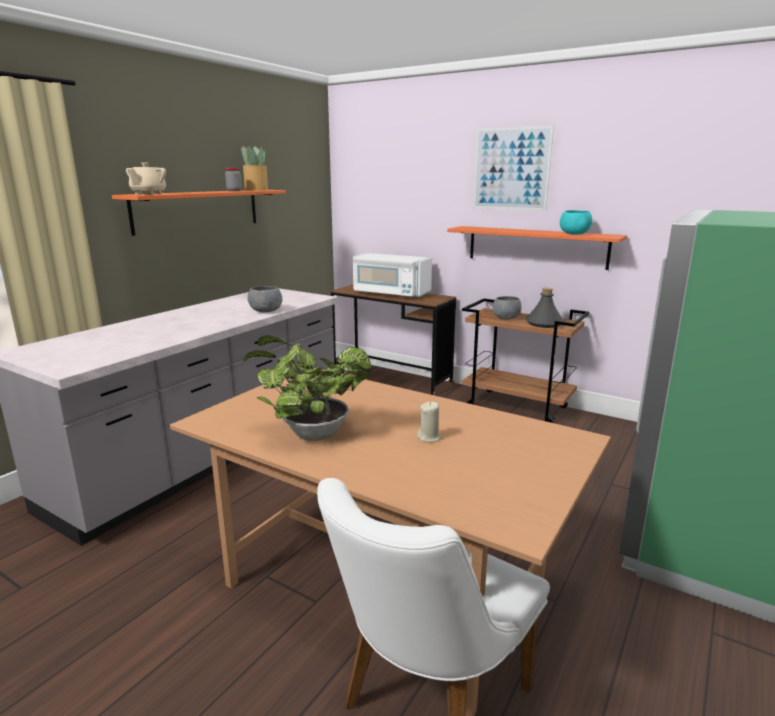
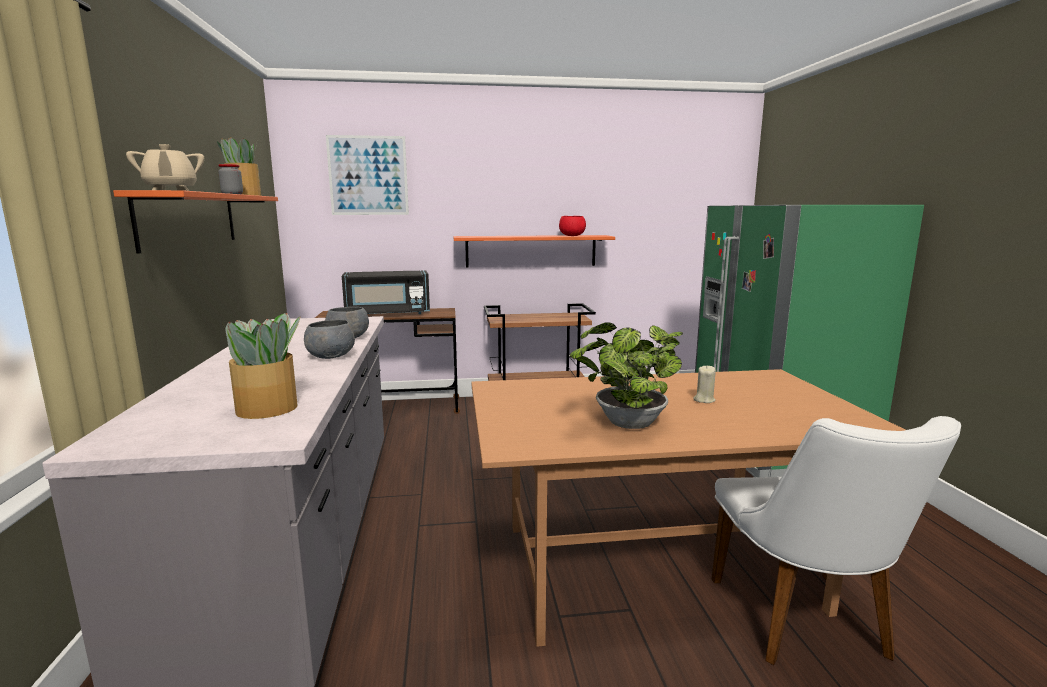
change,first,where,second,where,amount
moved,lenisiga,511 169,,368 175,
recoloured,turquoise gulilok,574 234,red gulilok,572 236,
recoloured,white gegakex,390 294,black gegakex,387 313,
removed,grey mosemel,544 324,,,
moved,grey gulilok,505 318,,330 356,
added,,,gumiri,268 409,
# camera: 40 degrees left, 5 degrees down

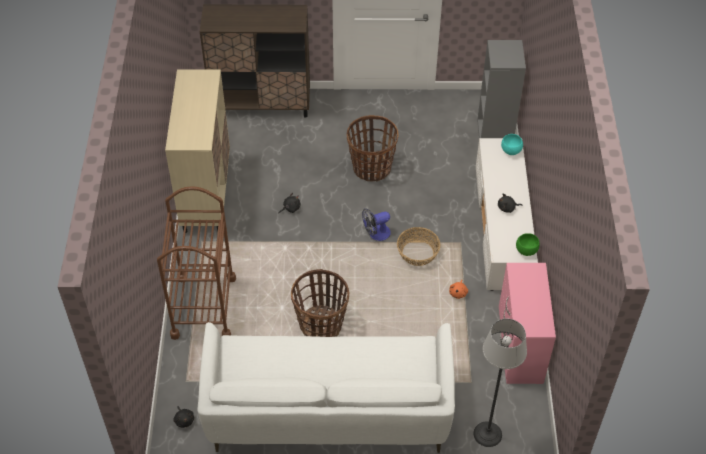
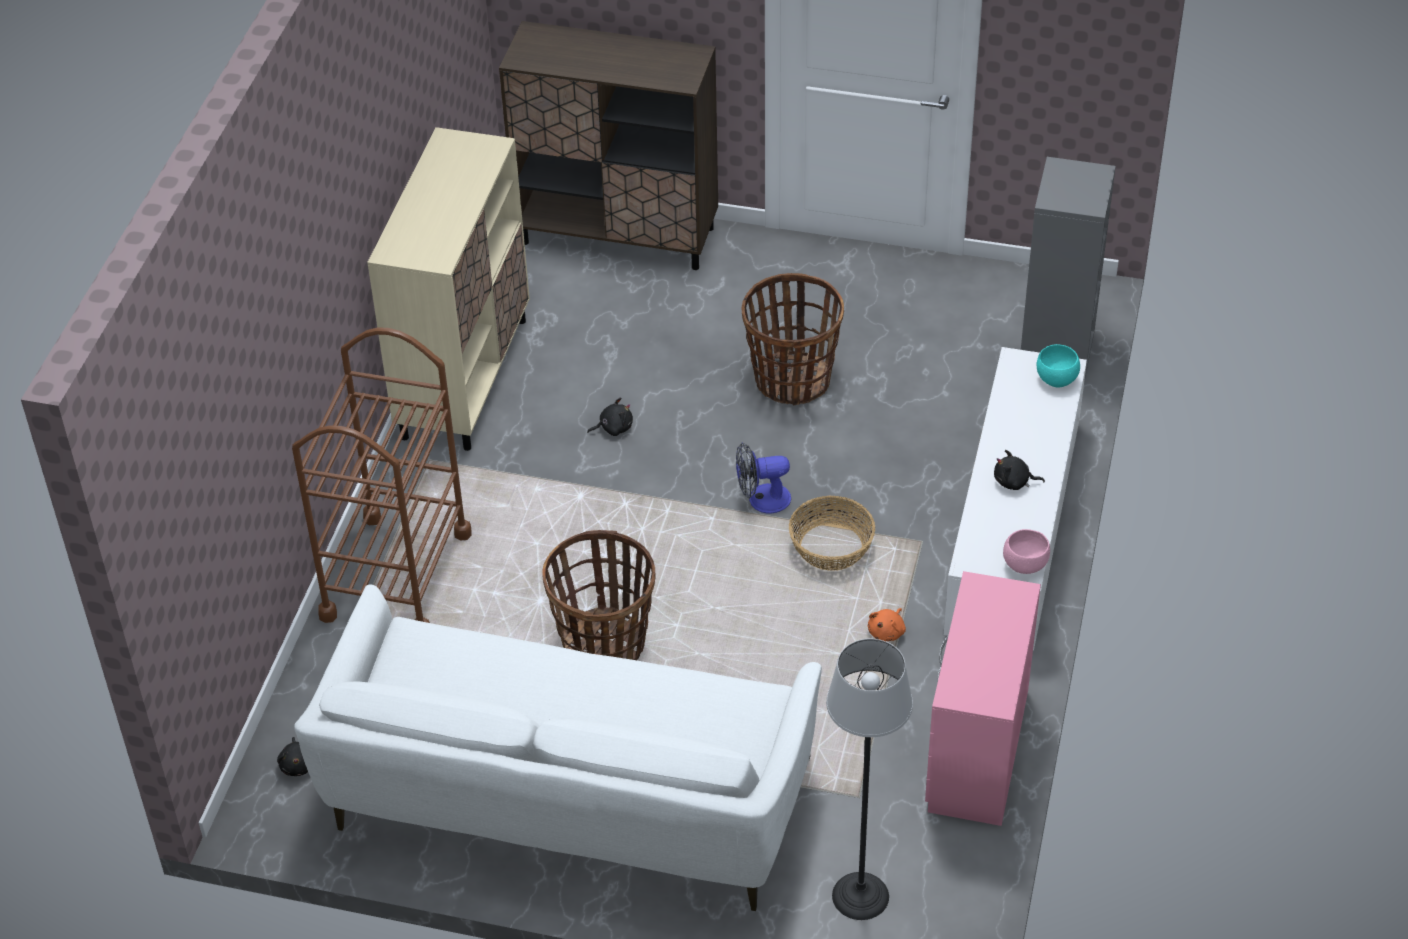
change,first,where,second,where,amount
recoloured,green gulilok,526 250,pink gulilok,1024 564,
# camera: 15 degrees right, 5 degrees down

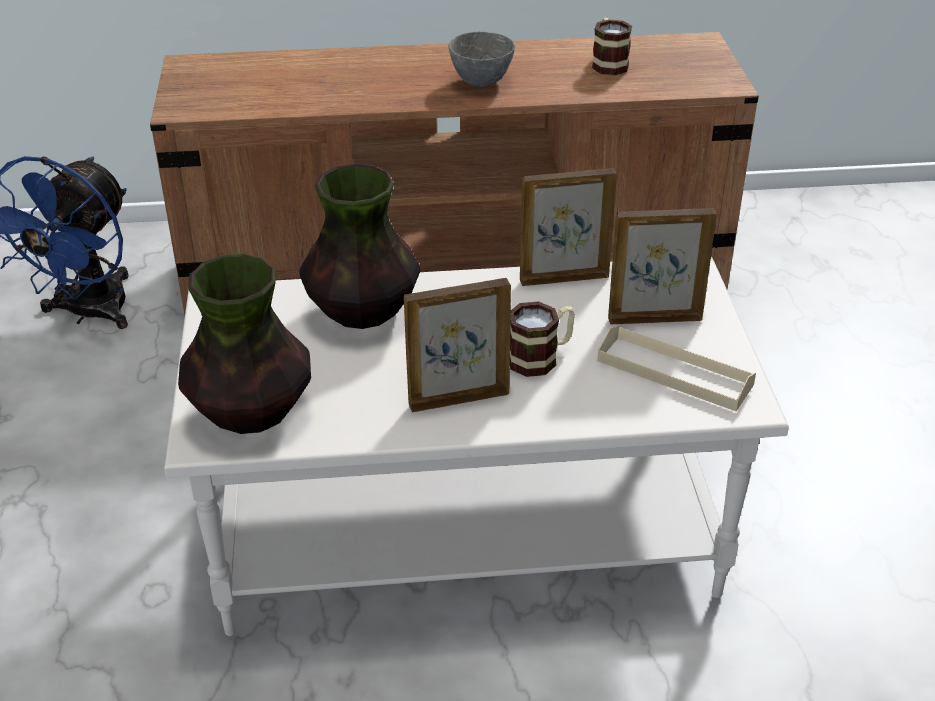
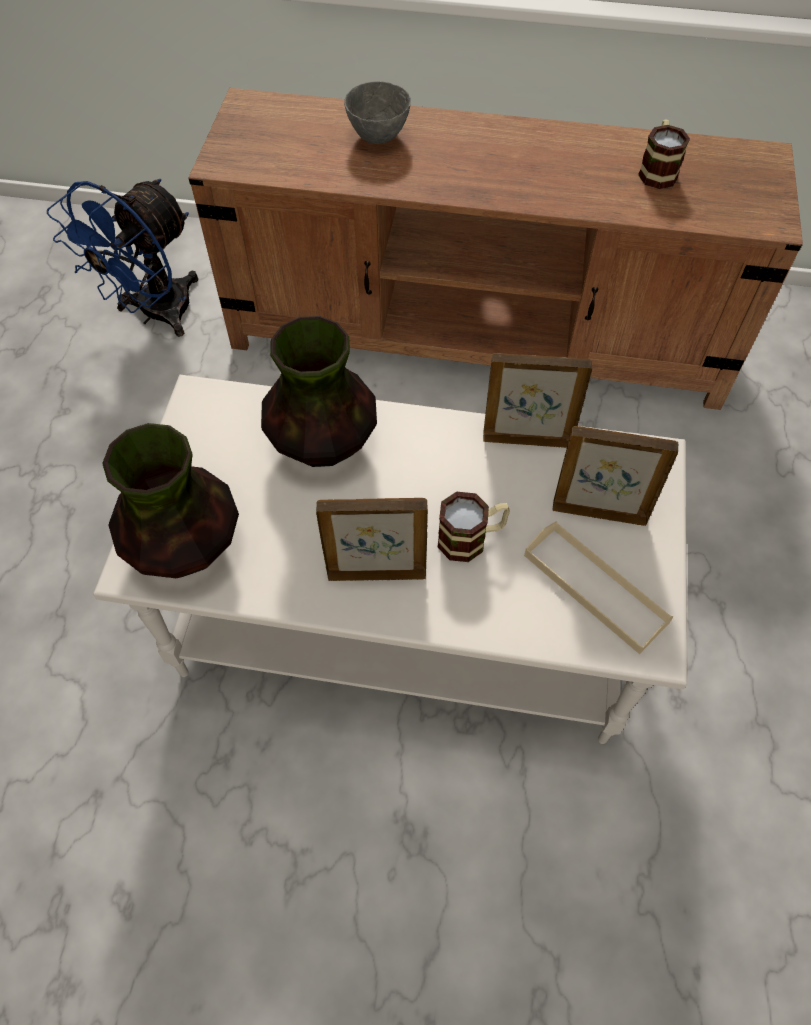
change,first,where,second,where,amount
moved,grey gulilok,479 82,,377 136,
# camera: 15 degrees right, 20 degrees up

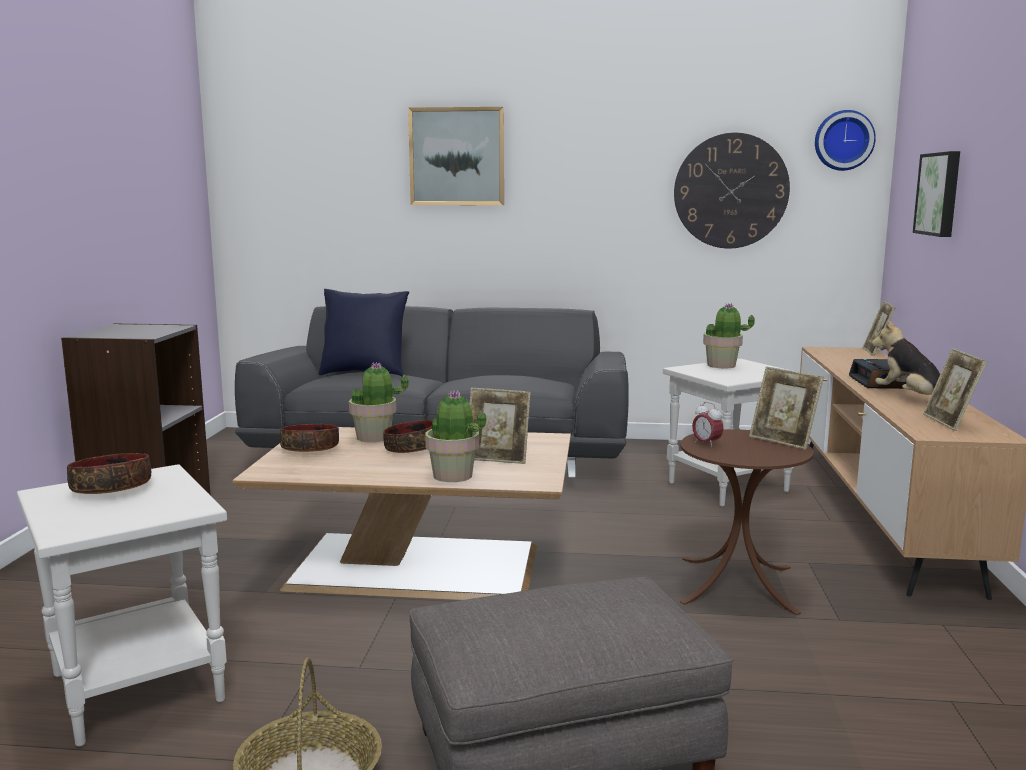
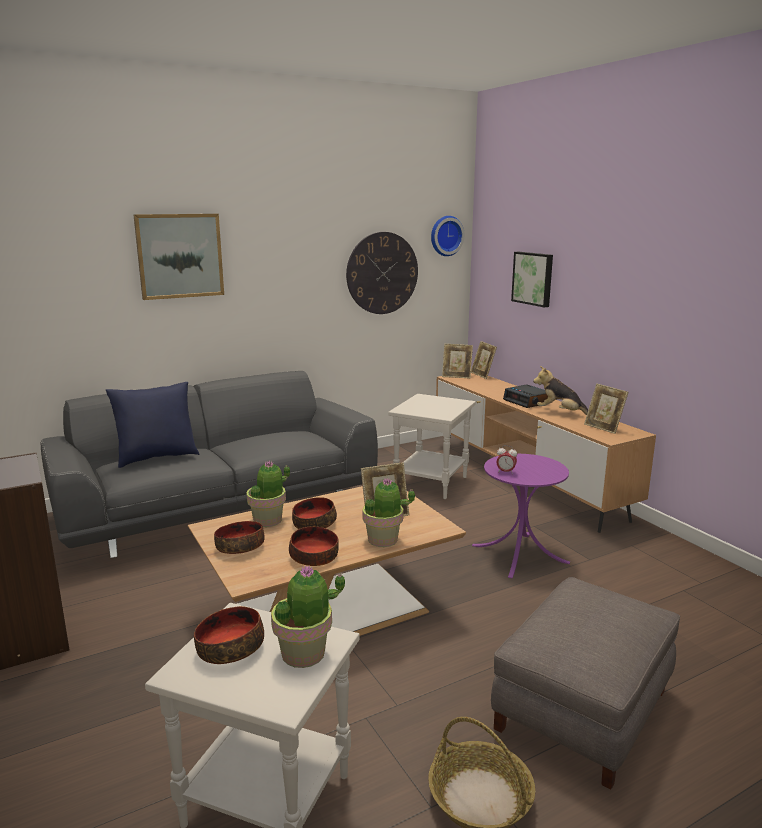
change,first,where,second,where,amount
moved,gumiri,722 365,,304 653,
moved,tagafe,783 441,,456 376,
recoloured,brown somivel,737 584,purple somivel,520 554,
added,,,gulilok,313 557,
# camera: 35 degrees left, 5 degrees up

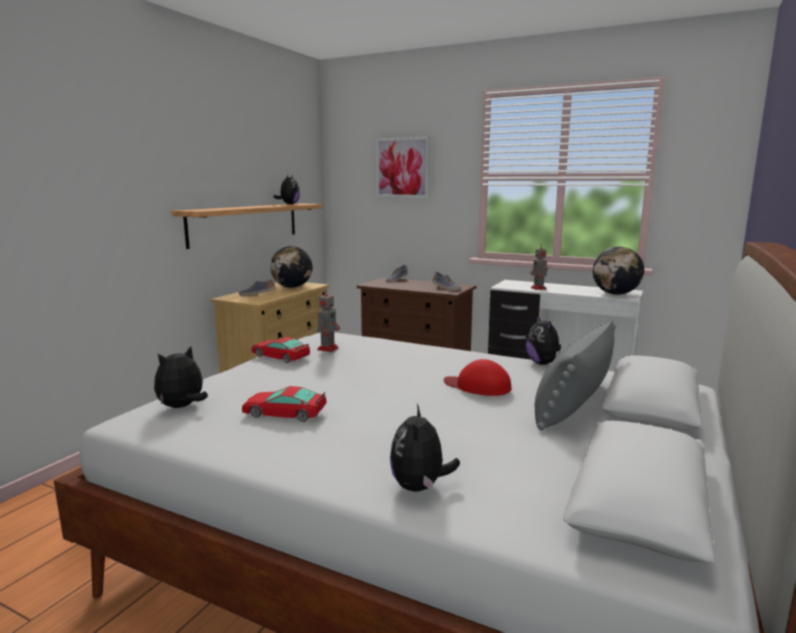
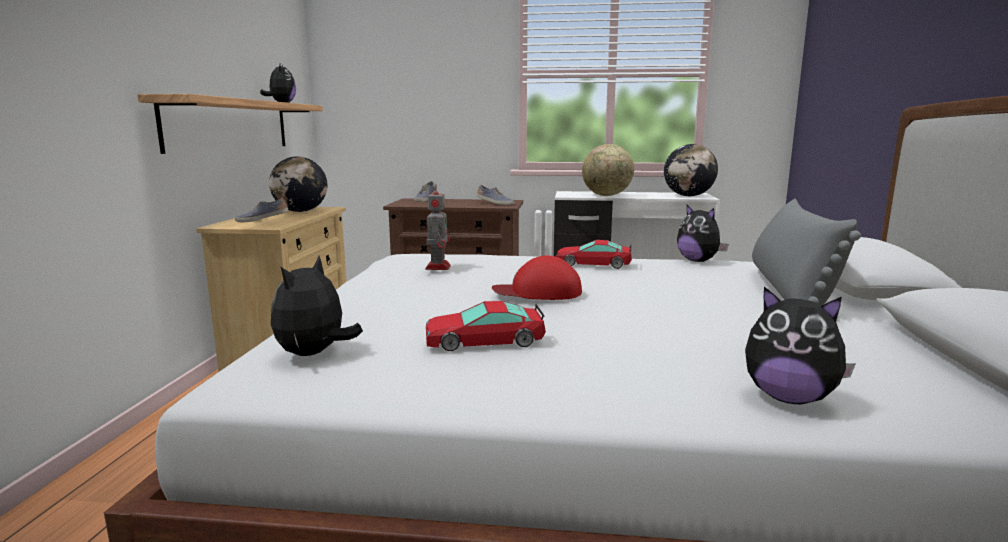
change,first,where,second,where,amount
removed,lenisiga,402 167,,,
replaced,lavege,539 288,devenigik,607 195,
moved,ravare,281 356,,593 264,
moved,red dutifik,478 386,,538 292,
turned,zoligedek,420 487,,789 398,45 degrees counterclockwise
# camera: 20 degrees left, 0 degrees up

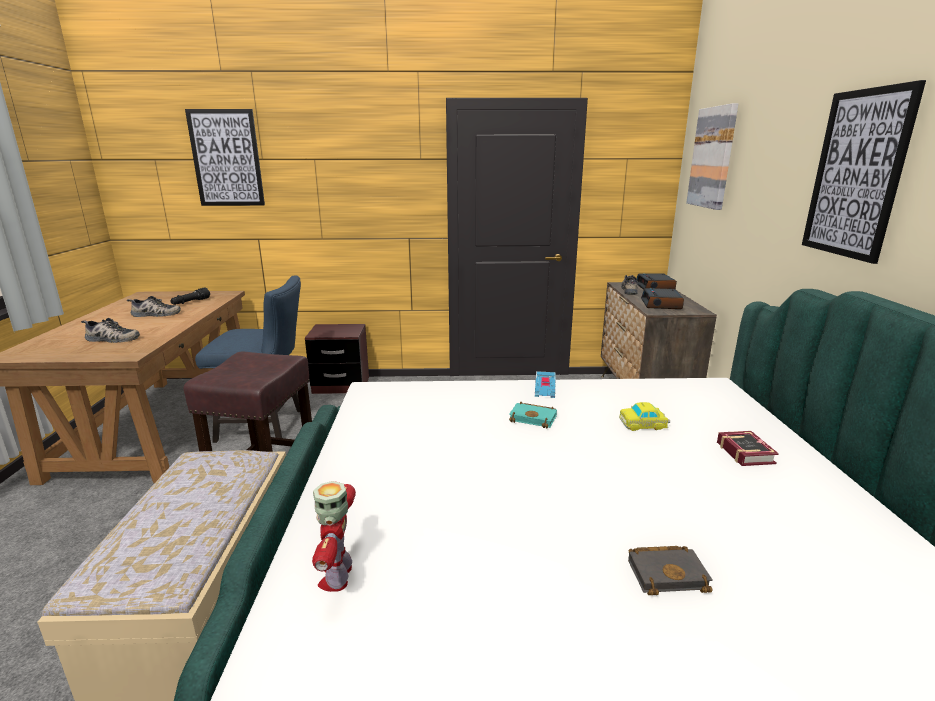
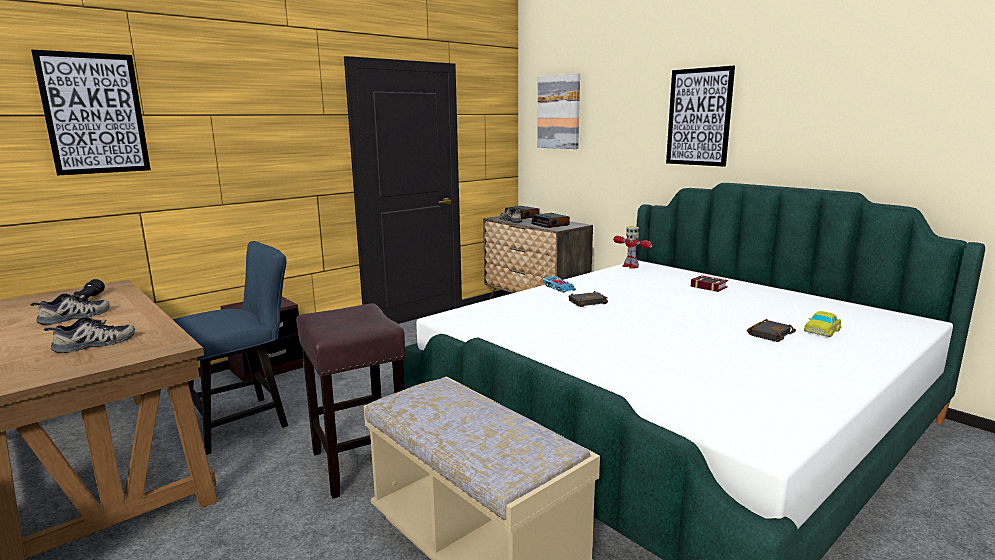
change,first,where,second,where,amount
recoloured,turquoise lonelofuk,534 418,black lonelofuk,588 302,
moved,ravare,643 424,,822 330,
moved,lavege,337 575,,630 266,
# camera: 40 degrees left, 5 degrees down

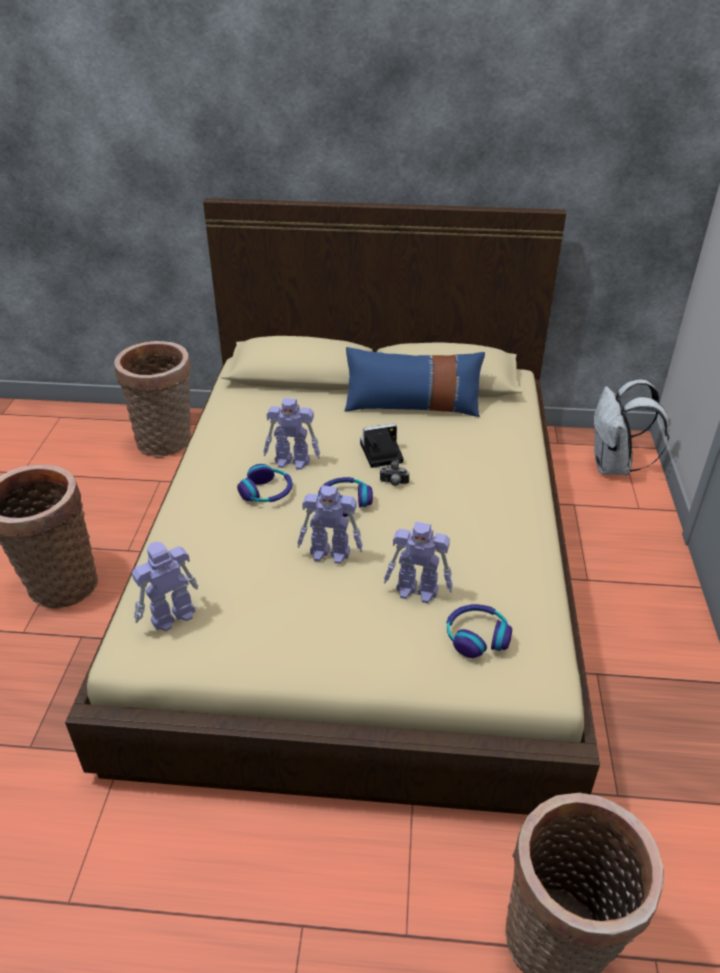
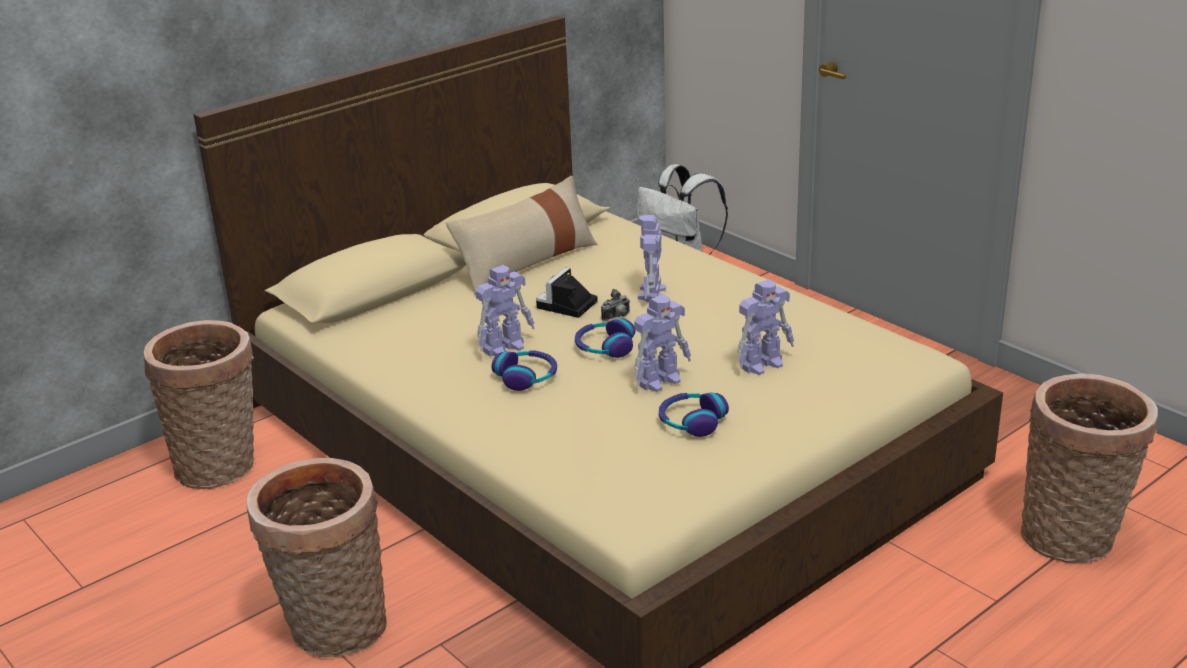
change,first,where,second,where,amount
recoloured,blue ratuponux,412 406,beige ratuponux,526 263,
moved,lavege,171 616,,651 294,
moved,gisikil,477 636,,691 422,
# camera: 45 degrees left, 10 degrees down

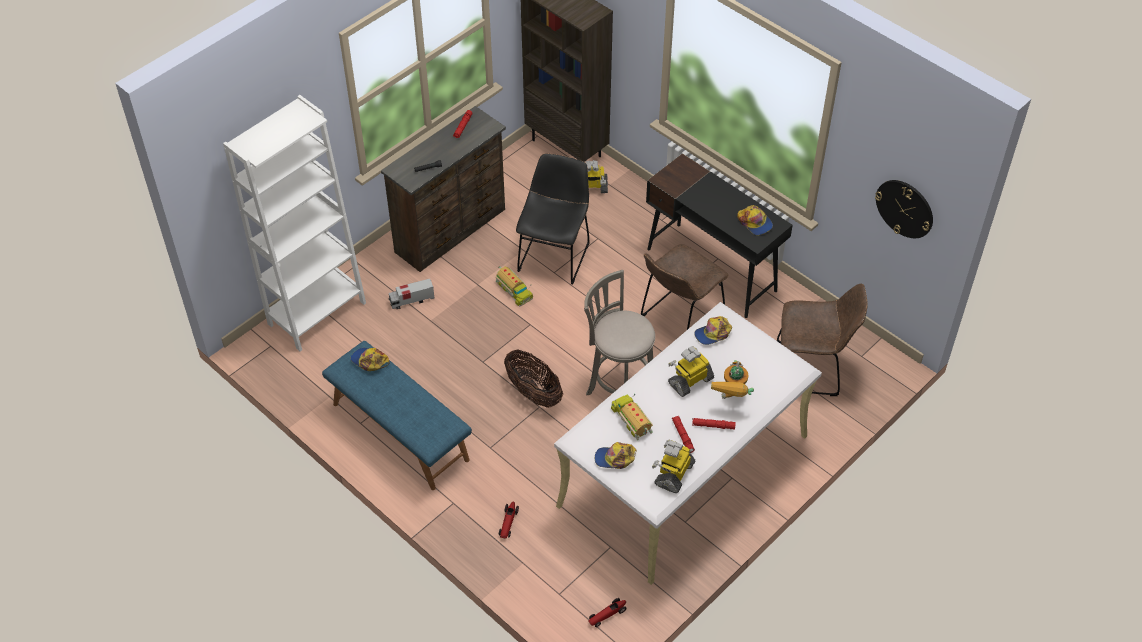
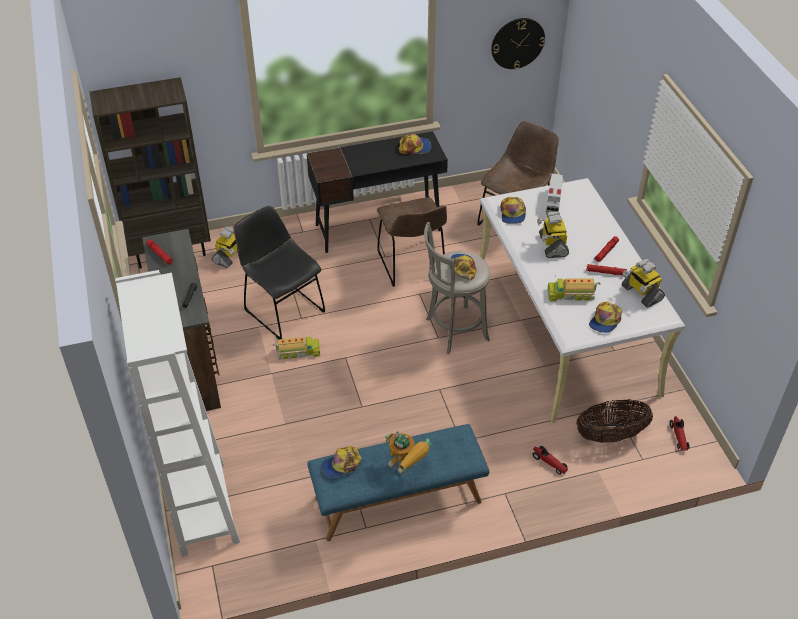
change,first,where,second,where,amount
moved,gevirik,411 300,,553 203,
moved,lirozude,533 392,,610 435,
moved,lavege,731 398,,407 467,
added,,,dutifik,462 268,
# camera: 60 degrees left, 5 degrees down

